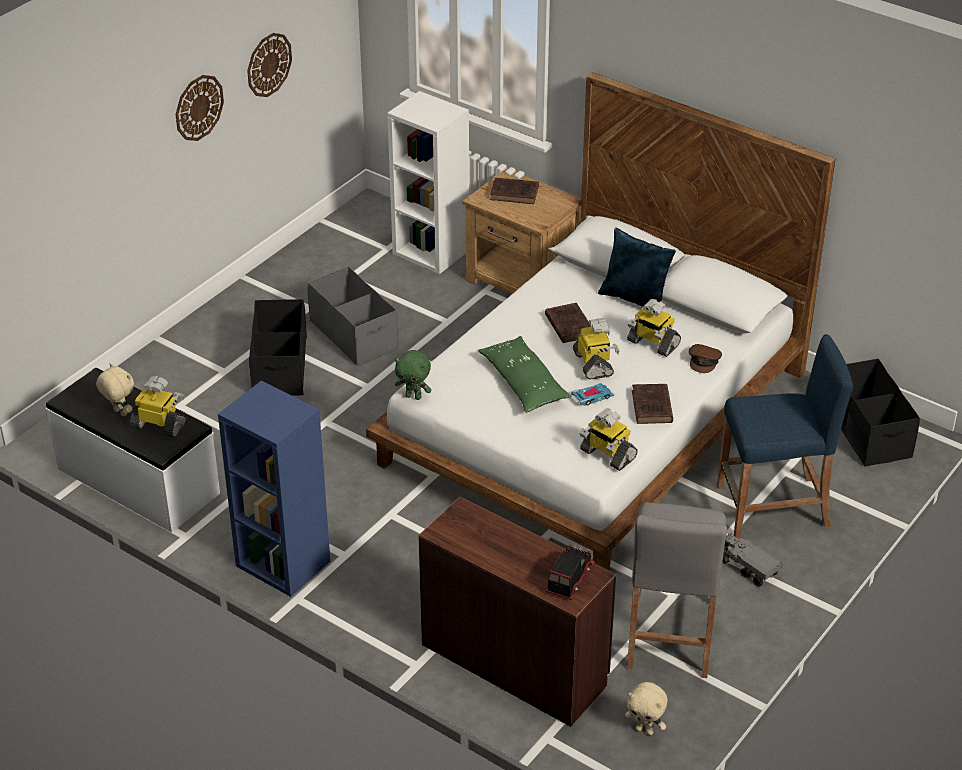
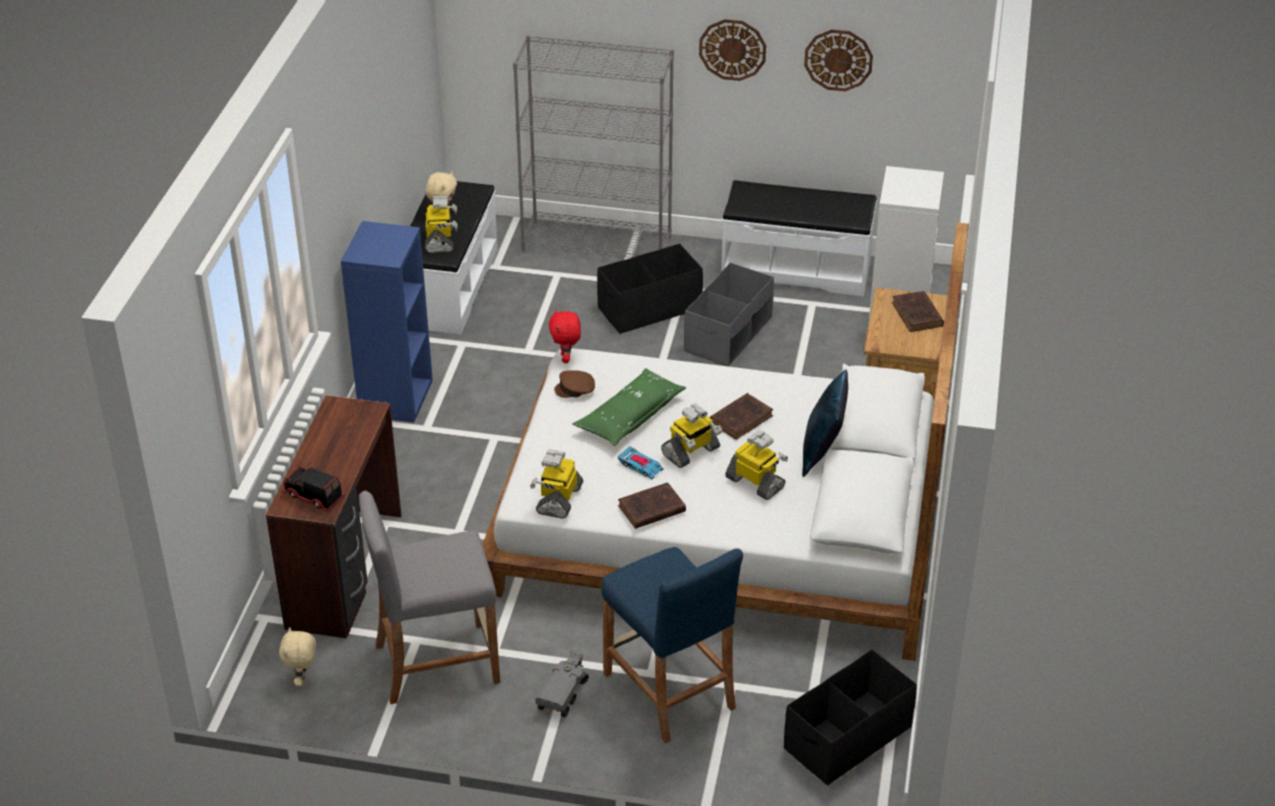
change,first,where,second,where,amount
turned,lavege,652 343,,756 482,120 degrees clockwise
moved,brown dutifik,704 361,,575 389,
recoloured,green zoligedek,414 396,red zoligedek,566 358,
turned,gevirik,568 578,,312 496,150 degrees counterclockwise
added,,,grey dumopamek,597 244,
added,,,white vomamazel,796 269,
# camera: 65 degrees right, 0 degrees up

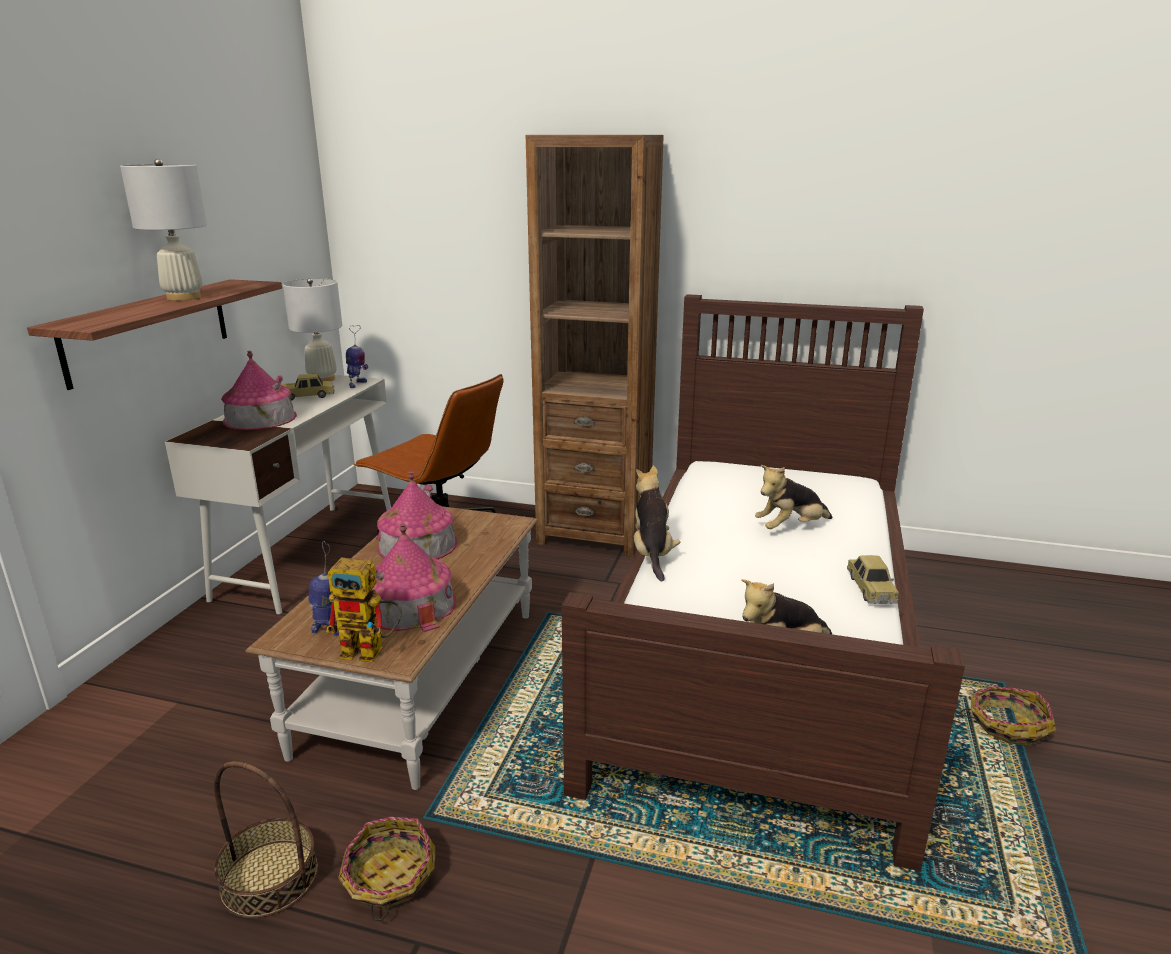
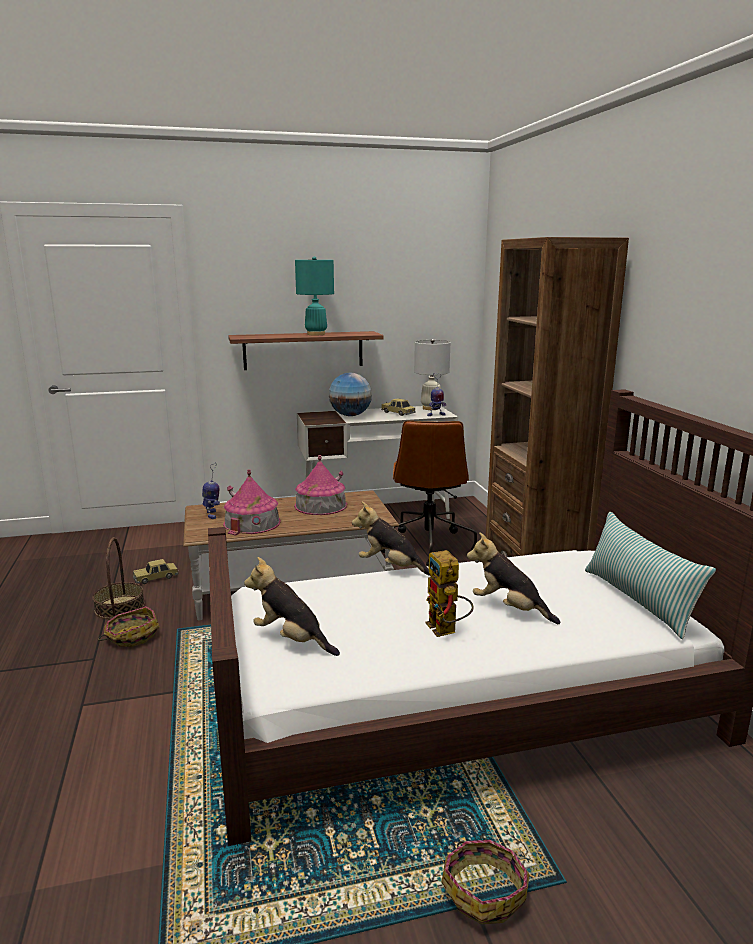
change,first,where,second,where,amount
recoloured,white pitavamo,183 297,turquoise pitavamo,316 334,
replaced,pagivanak,260 418,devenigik,350 415,
turned,zoligedek,652 553,,391 567,120 degrees counterclockwise
moved,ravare,870 588,,156 578,
moved,lavege,371 651,,446 631,
added,,,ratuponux,638 600,
# camera: 60 degrees right, 5 degrees down

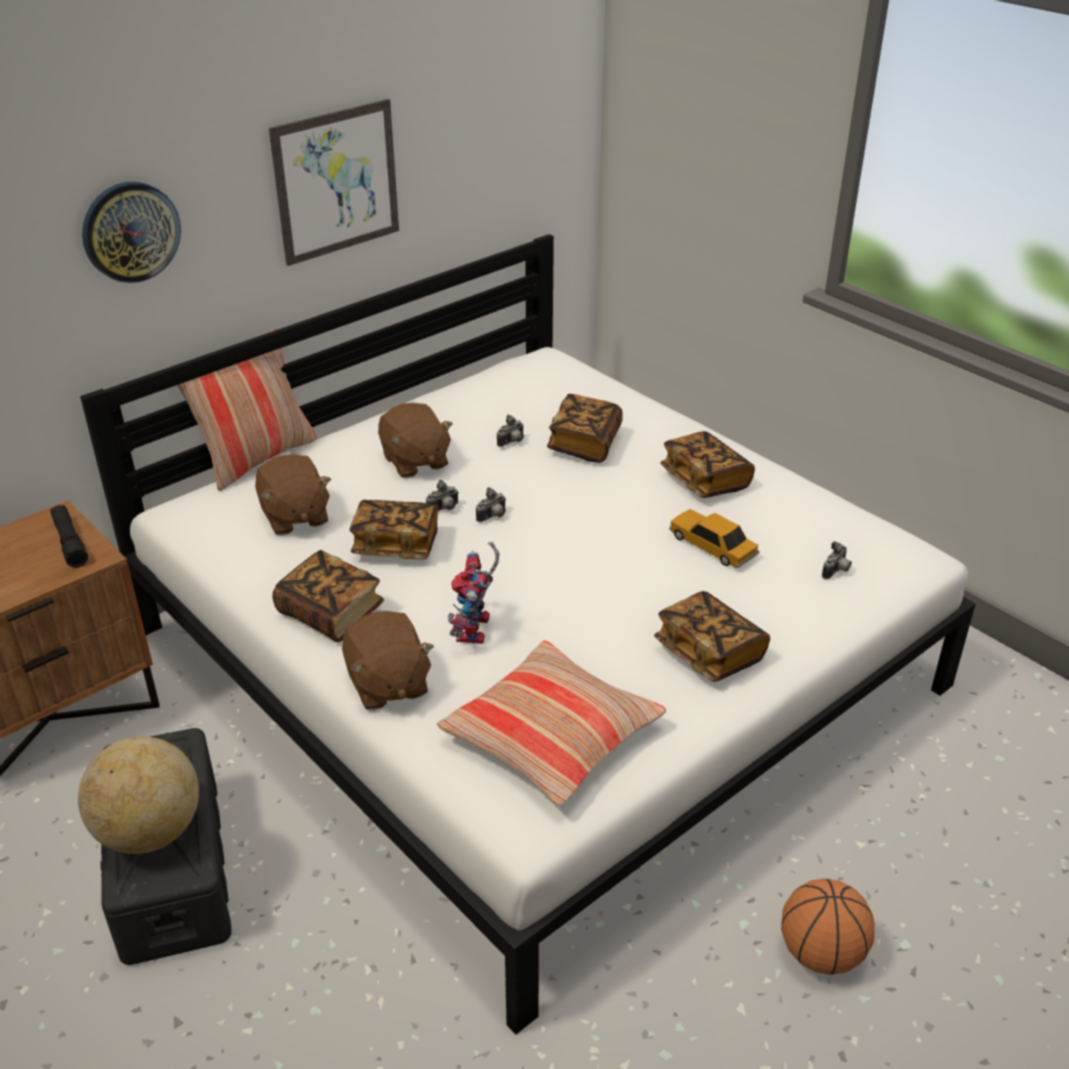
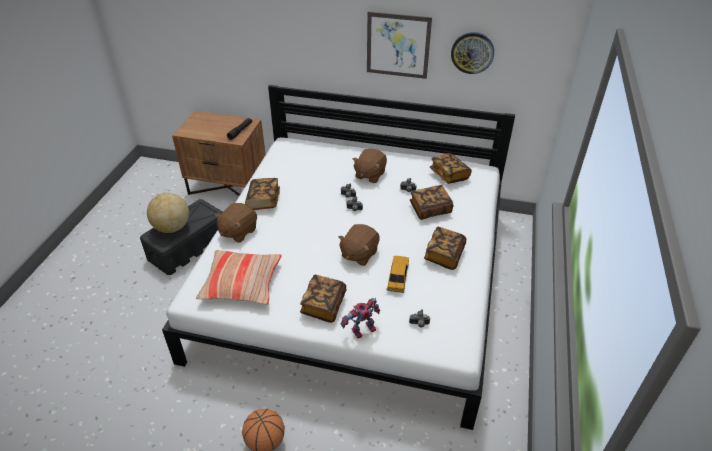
change,first,where,second,where,amount
moved,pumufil,130 231,,472 52,
removed,ratuponux,257 458,,,
moved,brown zoligedek,294 517,,359 254,
moved,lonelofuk,396 545,,449 175,
moved,lavege,476 632,,362 332,
# camera: 55 degrees right, 5 degrees up

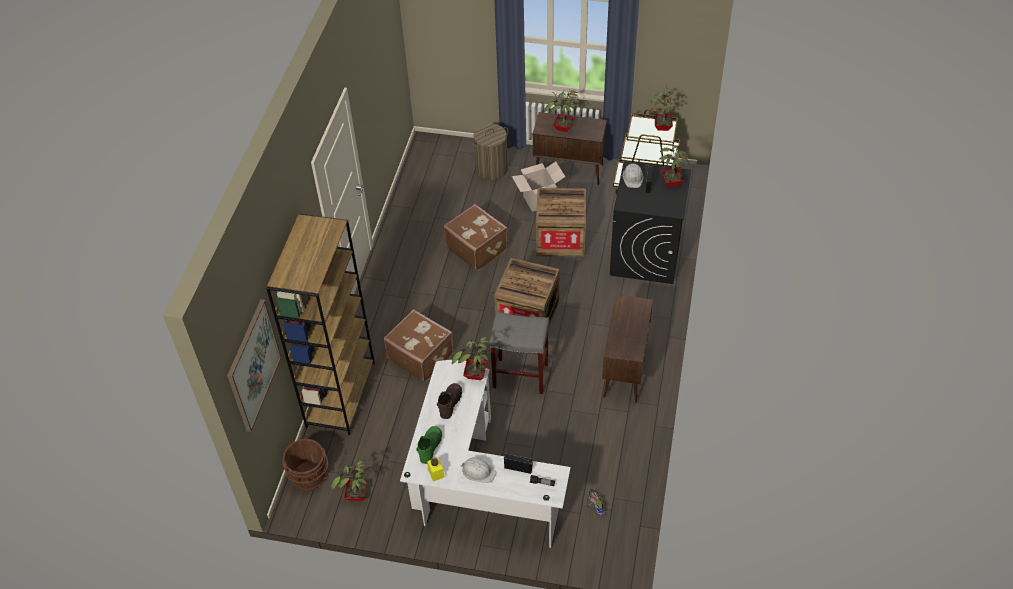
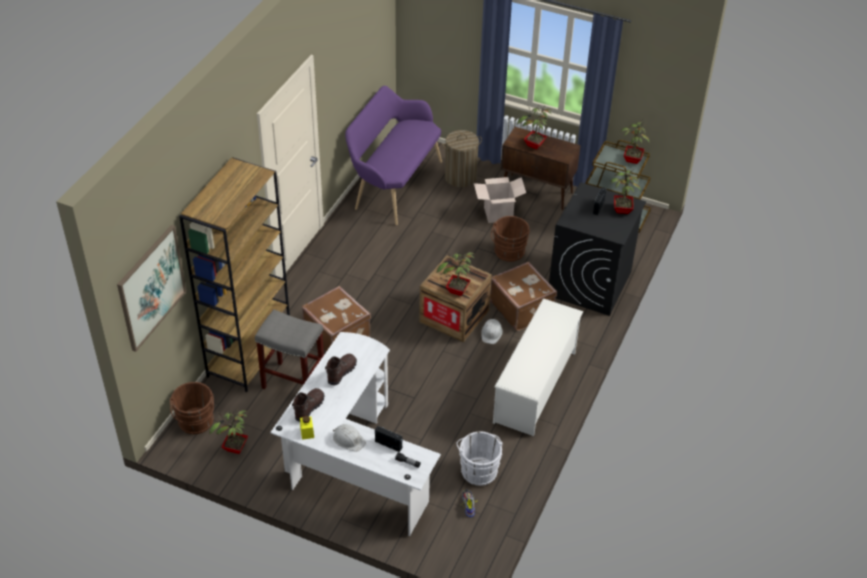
change,first,where,second,where,amount
moved,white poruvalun,633 178,,491 333,
replaced,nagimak,560 238,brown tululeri,509 253,
moved,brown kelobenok,477 248,,522 308,
replaced,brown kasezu,625 370,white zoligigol,535 387,
moved,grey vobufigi,521 375,,294 382,
moved,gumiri,475 376,,457 291,
recoloured,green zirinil,430 447,brown zirinil,309 408,
added,,,purple vomamazel,394 185,
added,,,white tululeri,478 469,
# camera: 10 degrees right, 5 degrees down

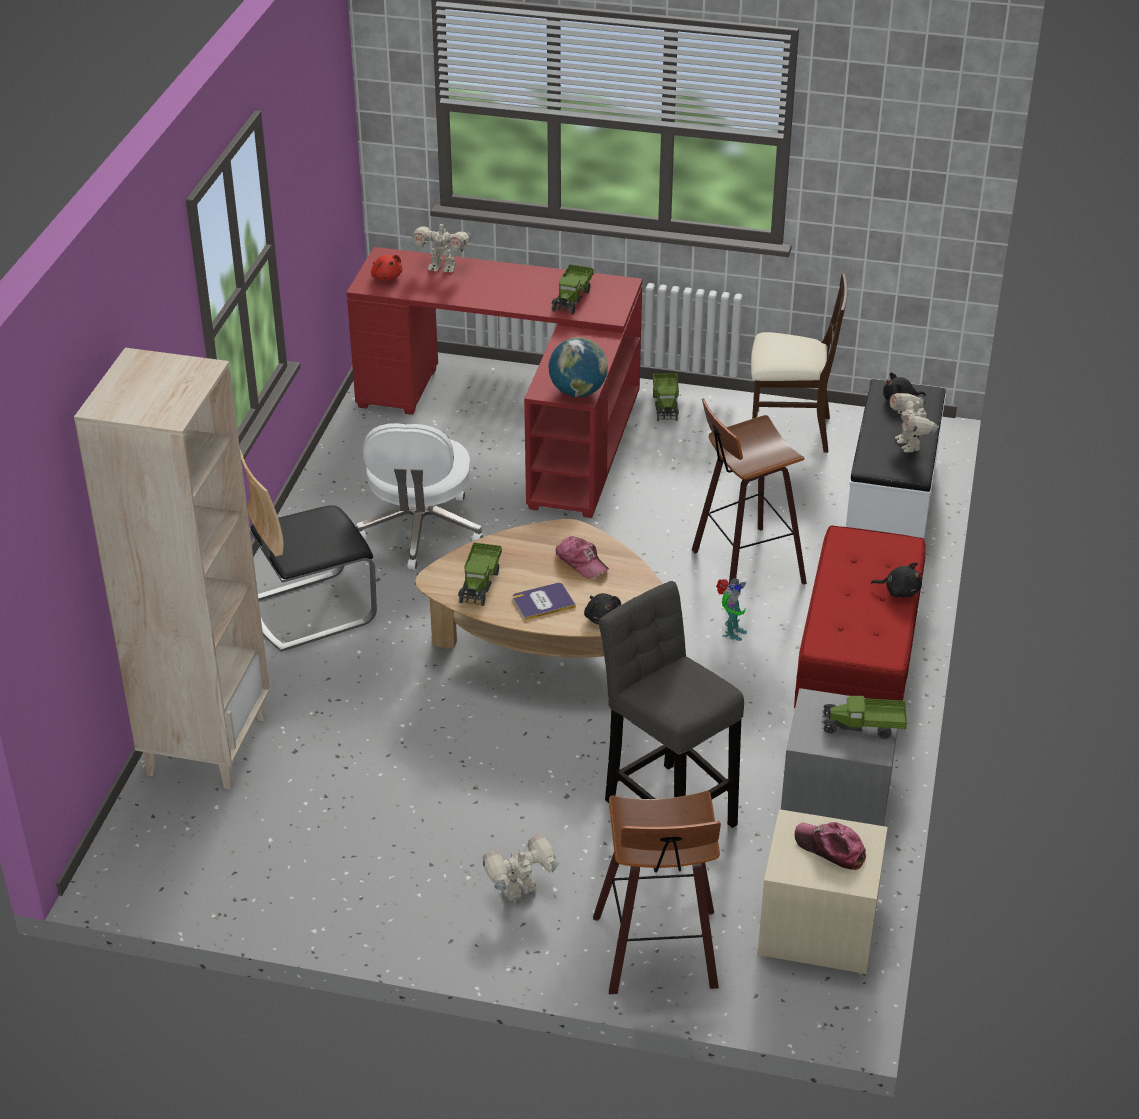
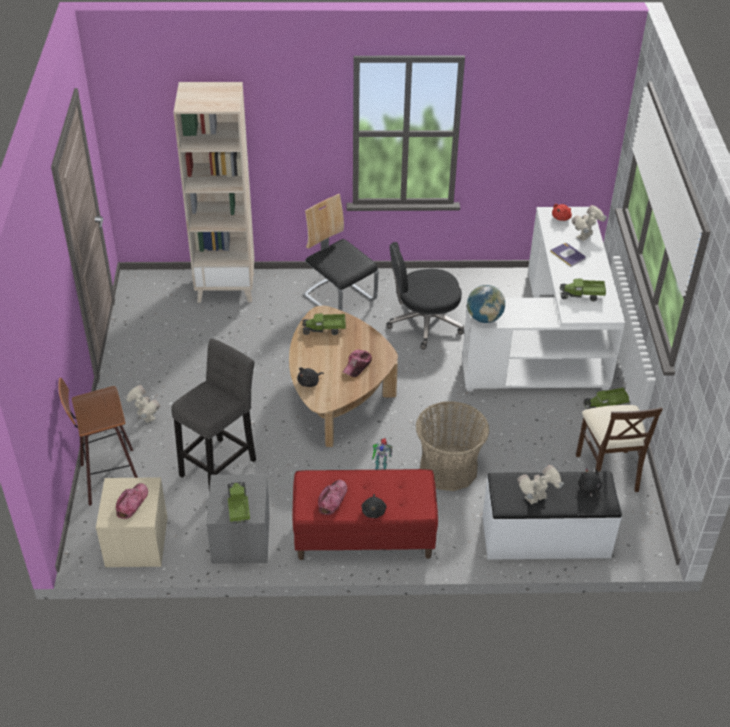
change,first,where,second,where,amount
turned,lavege,442 267,,585 237,45 degrees clockwise
recoloured,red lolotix,518 421,white lolotix,550 342,
replaced,vobufigi,744 566,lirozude,448 468,
recoloured,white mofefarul,420 531,black mofefarul,423 323,
moved,lonelofuk,543 602,,568 255,
added,,,dutifik,332 499,
# camera: 75 degrees right, 5 degrees up

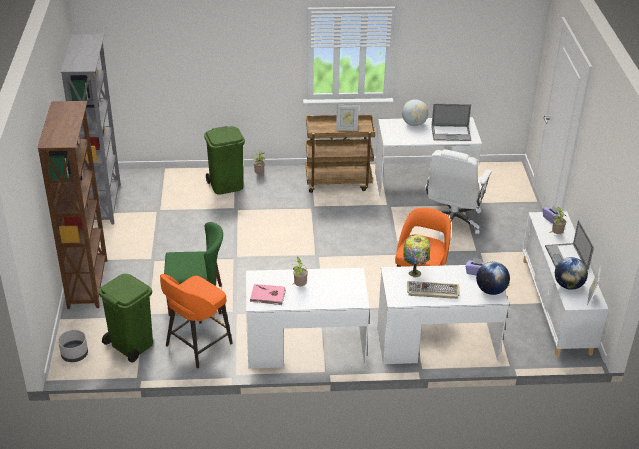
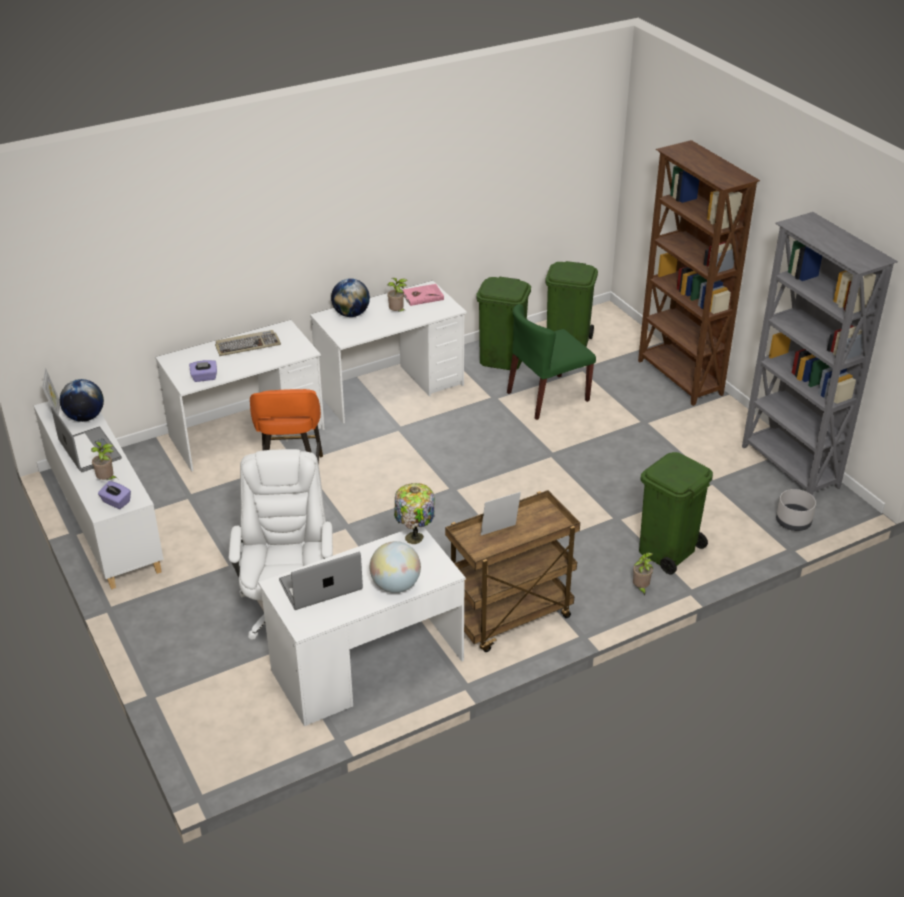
change,first,where,second,where,amount
moved,pitavamo,415 272,,414 539,
moved,devenigik,491 290,,351 314,
replaced,orange vobufigi,197 345,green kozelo,502 359,
moved,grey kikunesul,75 355,,792 522,
# camera: 155 degrees right, 0 degrees up

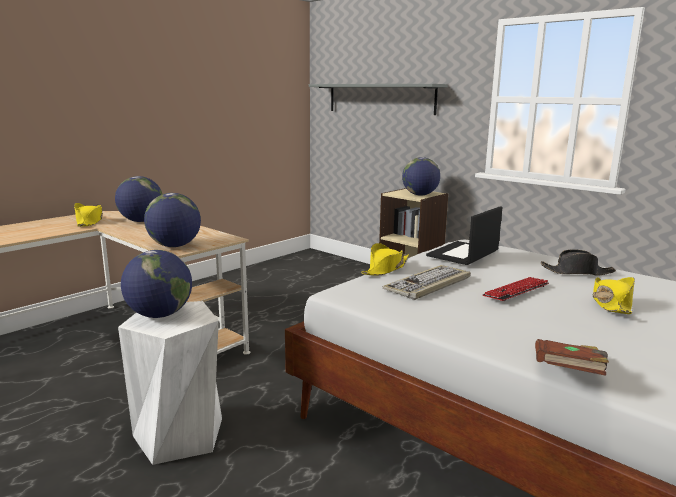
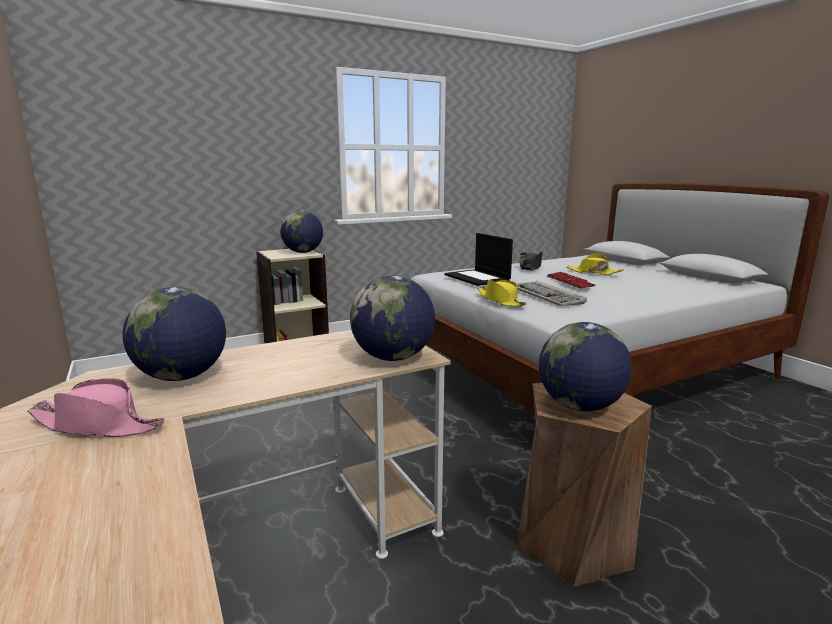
change,first,where,second,where,amount
removed,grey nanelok,380 98,,,
recoloured,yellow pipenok,89 222,pink pipenok,98 425,
recoloured,white vobufigi,179 435,brown vobufigi,573 543,
removed,brown lonelofuk,568 373,,,
# camera: 70 degrees left, 0 degrees up

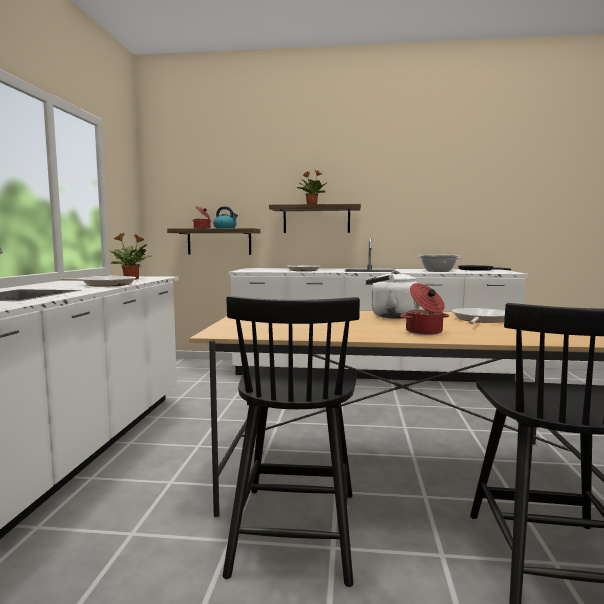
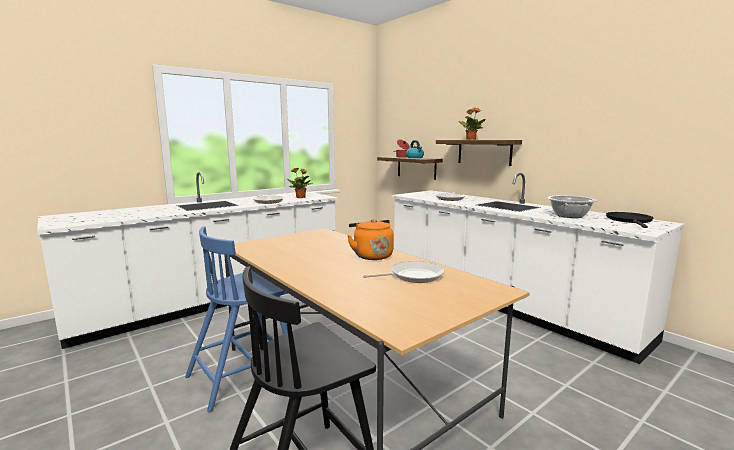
change,first,where,second,where,amount
recoloured,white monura,391 316,orange monura,371 255,
removed,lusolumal,424 332,,,
recoloured,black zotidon,295 529,blue zotidon,244 374,
# camera: 45 degrees right, 5 degrees up

